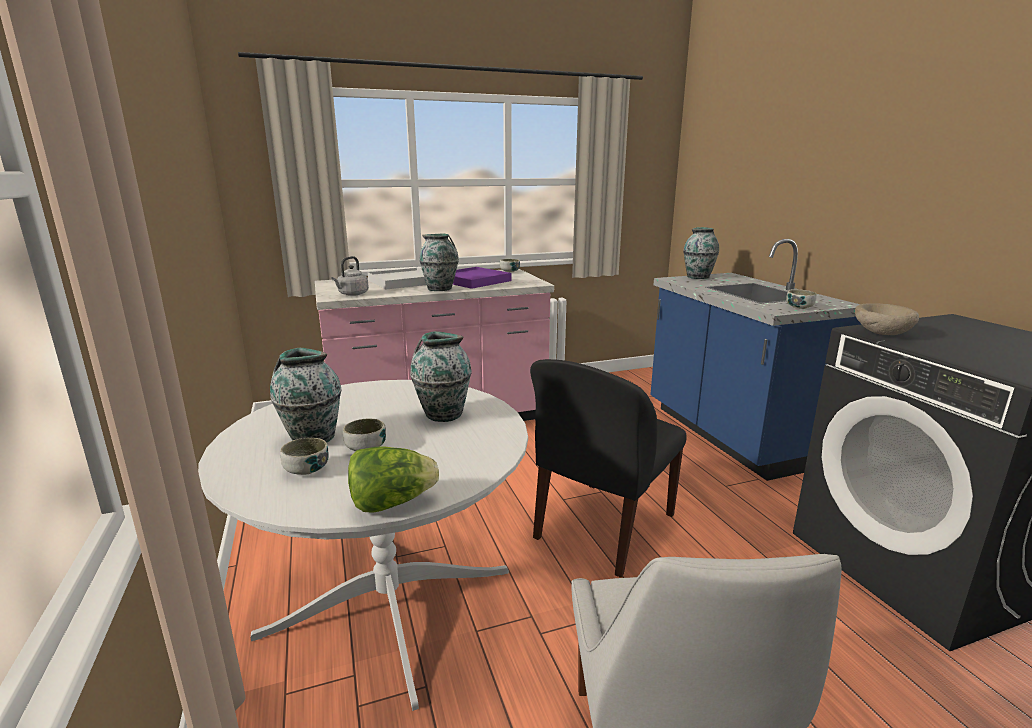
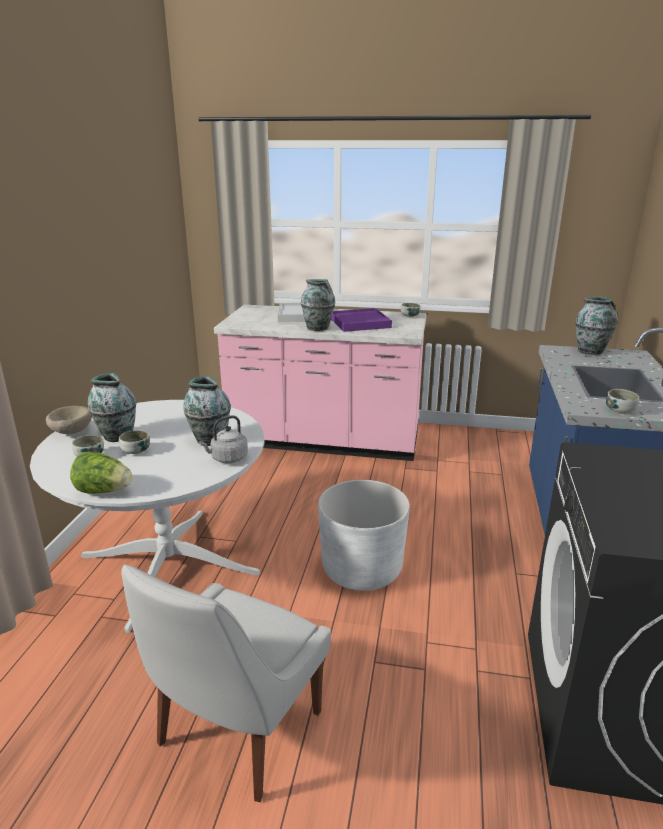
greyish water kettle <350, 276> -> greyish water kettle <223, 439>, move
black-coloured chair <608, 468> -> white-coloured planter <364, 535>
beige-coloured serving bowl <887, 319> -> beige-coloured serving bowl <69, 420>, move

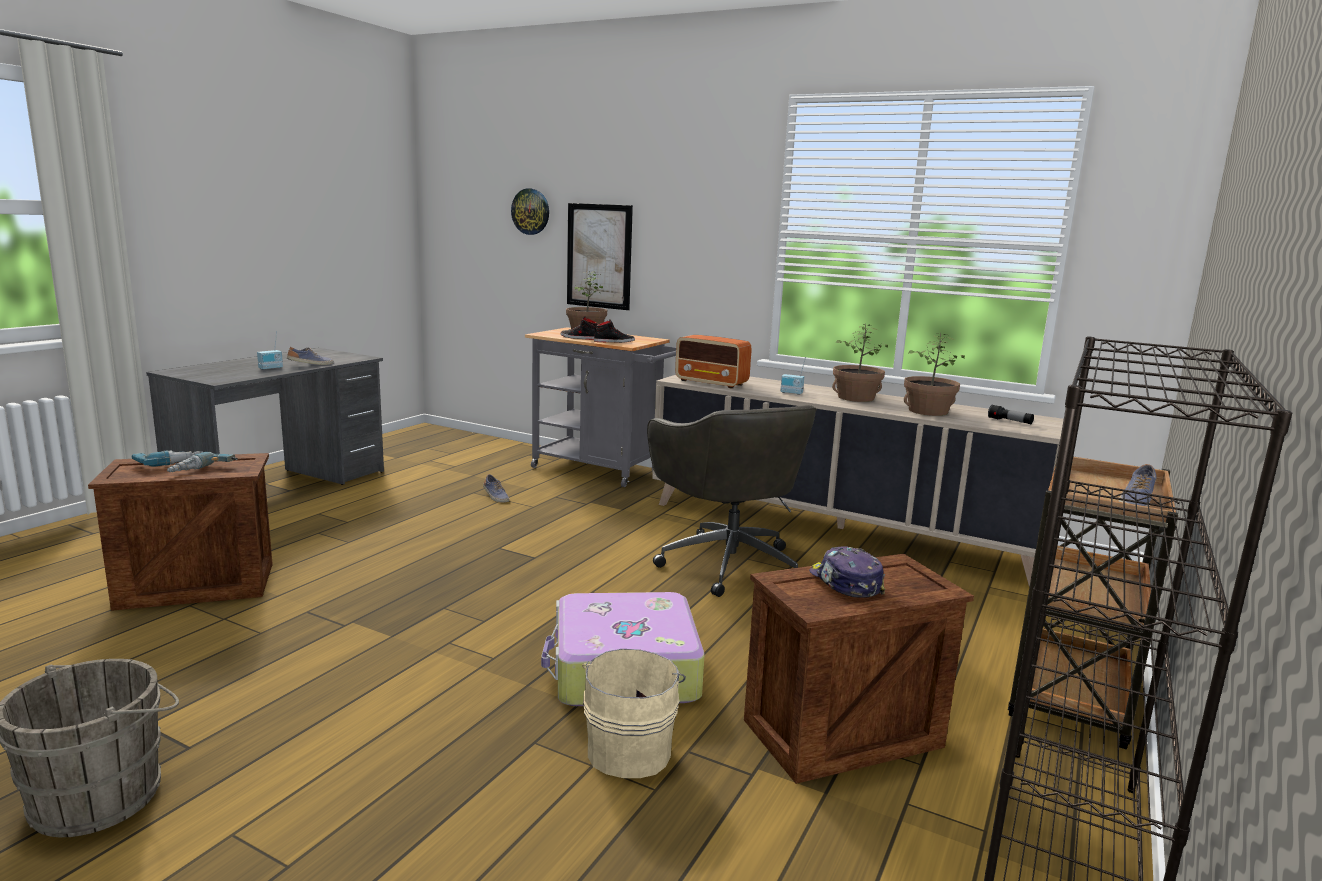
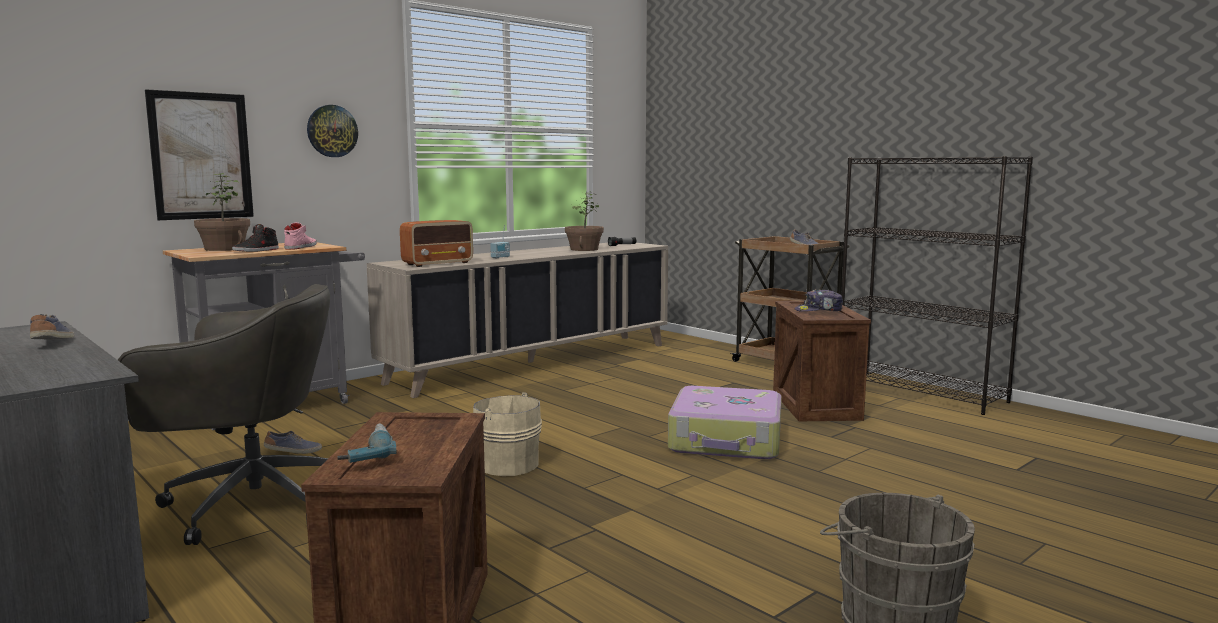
drill <202, 462> -> none
radio receiver <270, 350> -> none
wall clock <530, 211> -> wall clock <332, 131>, move
beige-coloured bucket <634, 713> -> beige-coloured bucket <507, 434>, move
black-coloured shoe <614, 331> -> pink-coloured shoe <300, 236>
greyish office chair <732, 501> -> greyish office chair <224, 414>, move
houseplant <860, 363> -> none

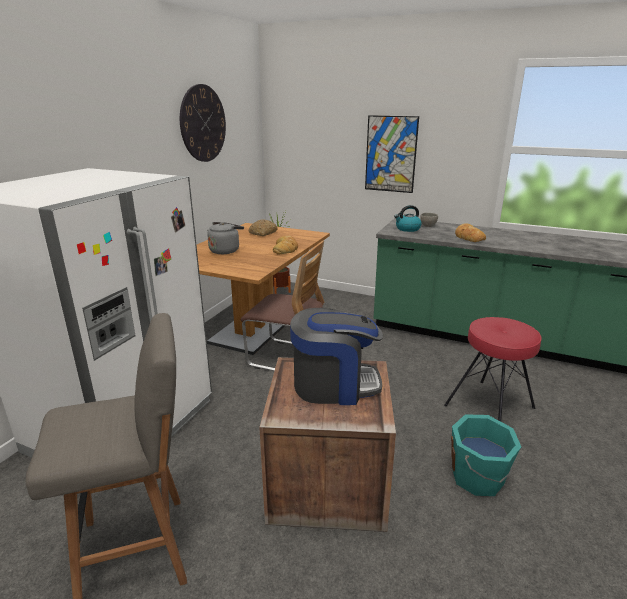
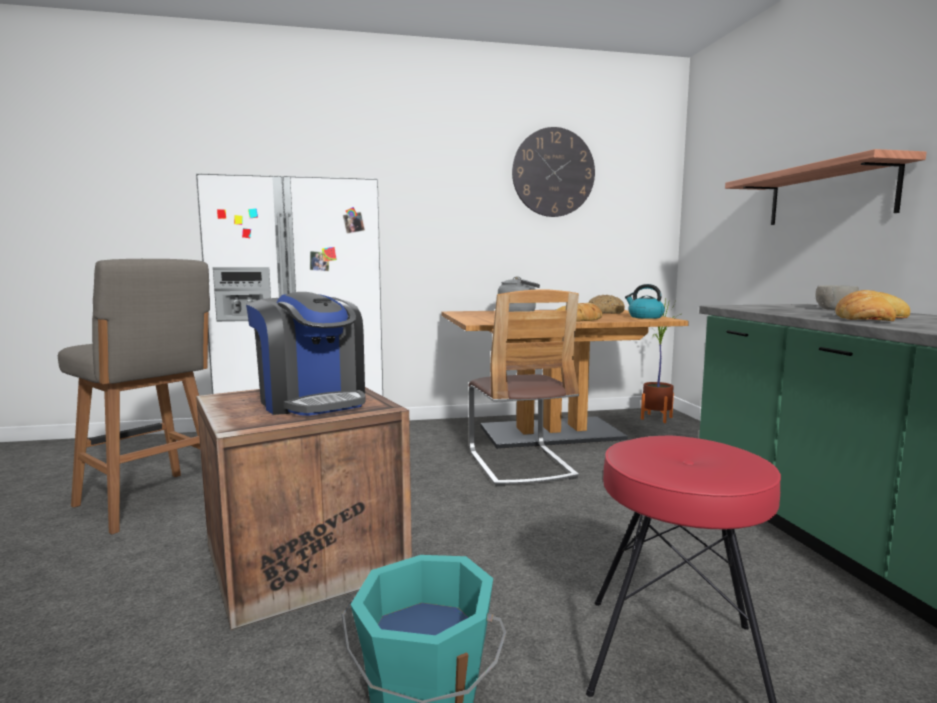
wall art <392, 154> -> shelf <826, 187>
water kettle <408, 218> -> water kettle <645, 301>, move

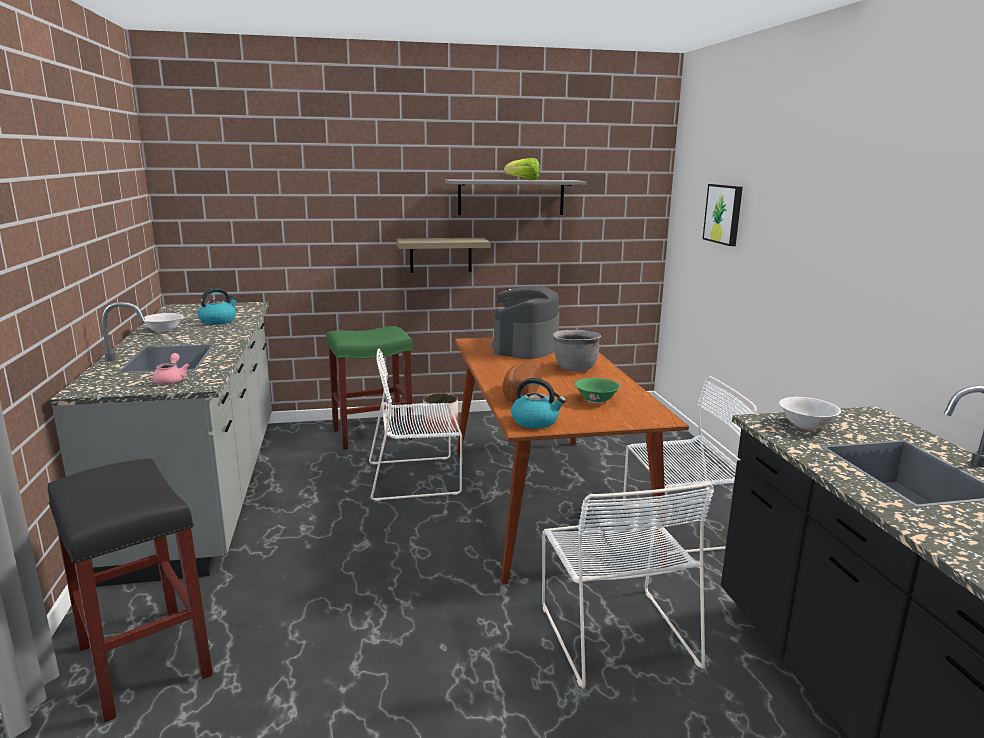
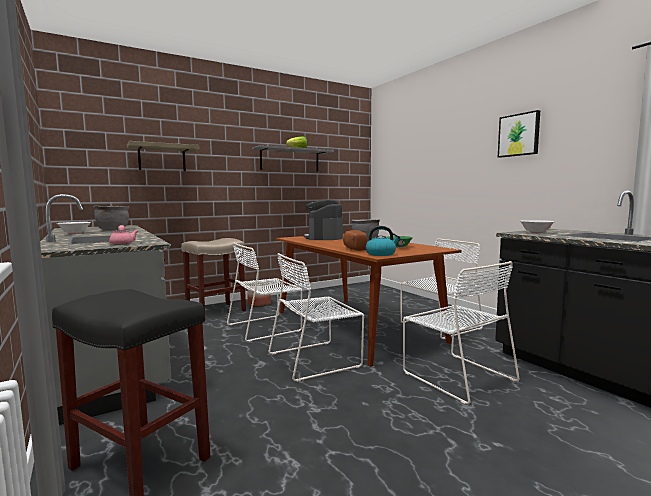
water kettle <218, 306> -> greyish saucepot <111, 218>
green-coloured stool seat <369, 388> -> beige-coloured stool seat <213, 276>
shelf <444, 255> -> shelf <163, 156>, move
wall art <723, 215> -> wall art <519, 134>, move
none -> white-coloured chair <316, 317>

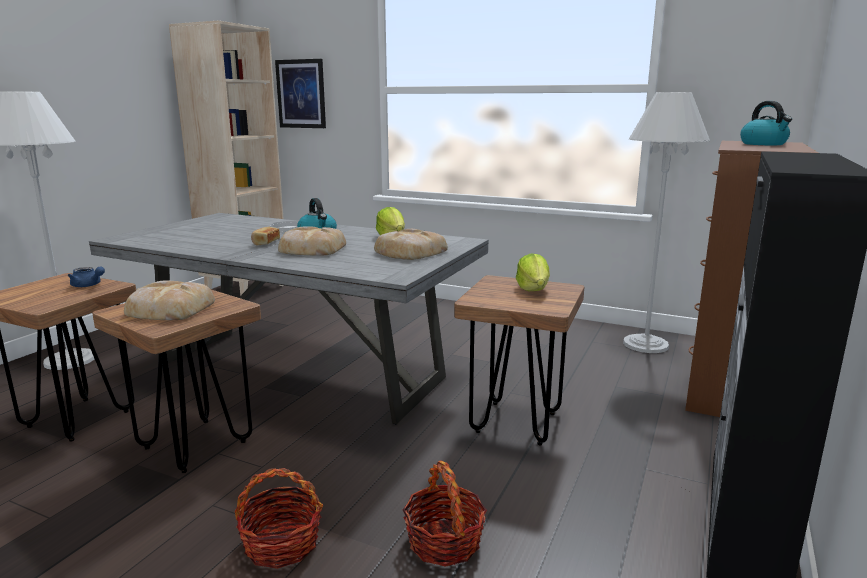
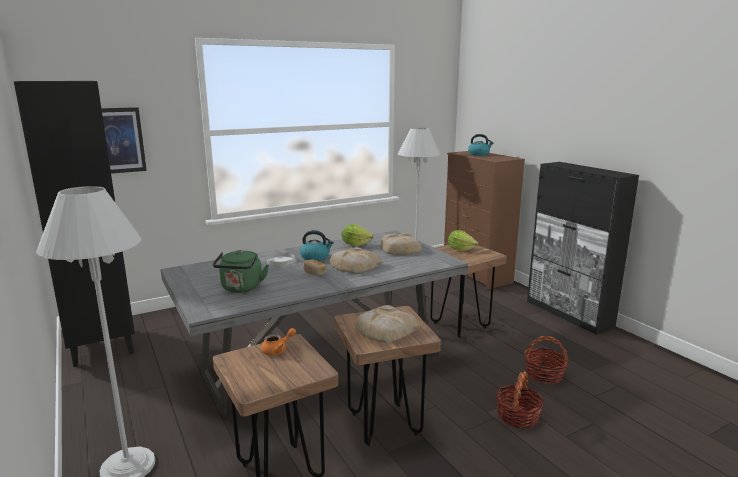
blue teapot <86, 277> -> orange teapot <278, 341>
beige-coloured bookcase <226, 158> -> black-coloured bookcase <74, 224>
none -> green-coloured water kettle <241, 271>

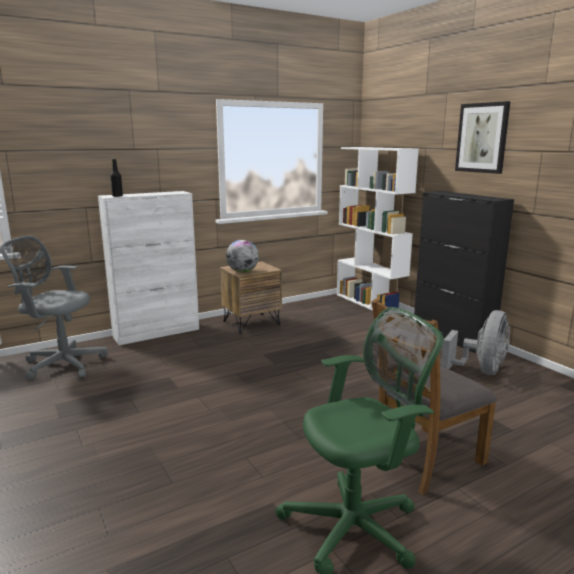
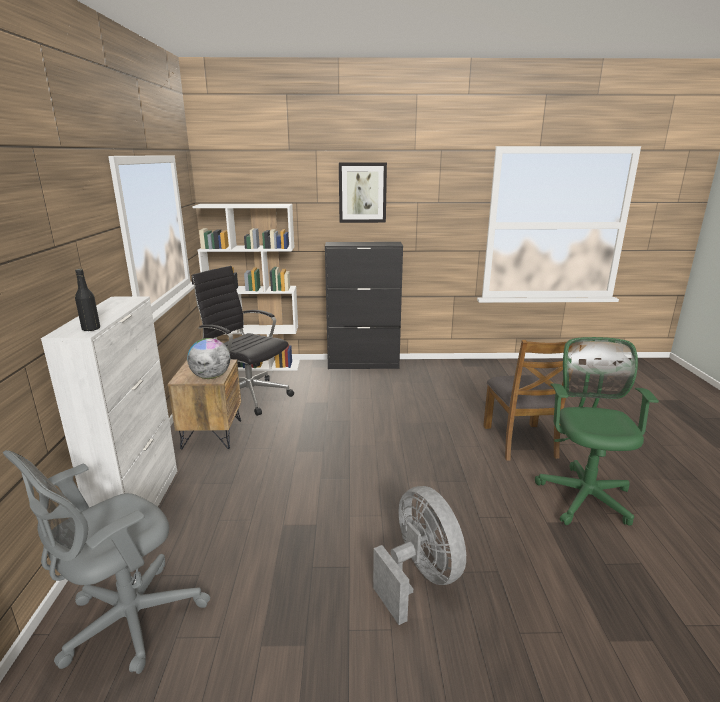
greyish electric fan <475, 342> -> greyish electric fan <419, 555>, move
none -> black-coloured office chair <243, 341>

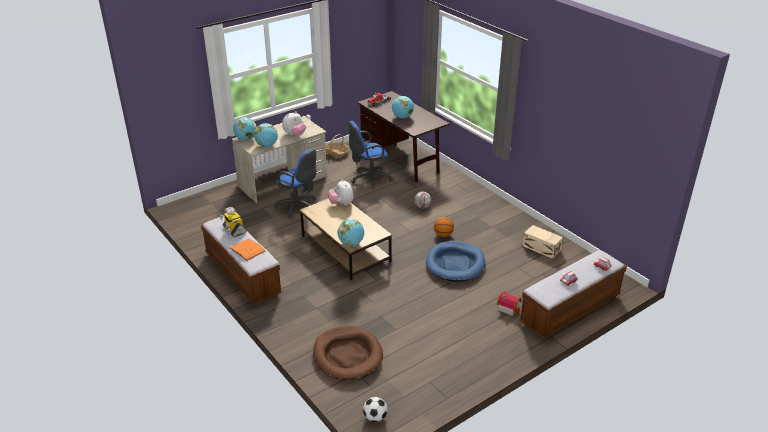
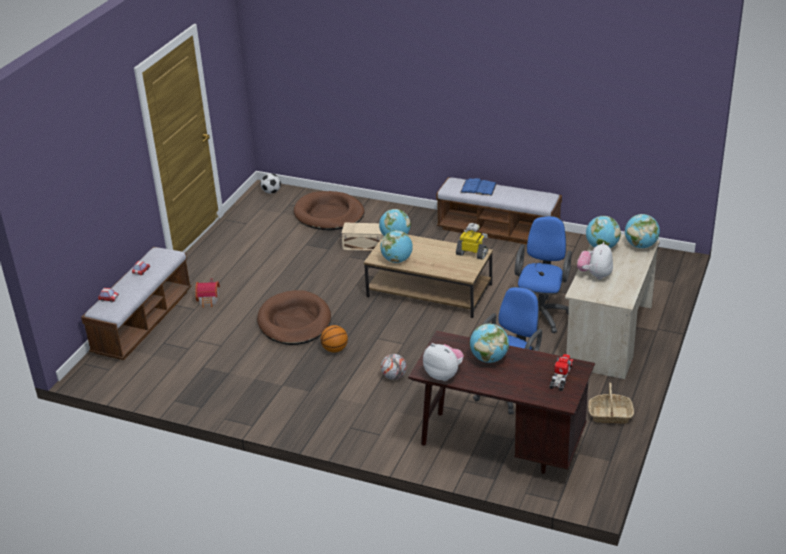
robot figure <232, 222> -> robot figure <472, 241>, move
orange bound book <248, 250> -> blue bound book <478, 187>
blue office chair <295, 183> -> blue office chair <543, 274>, 105 degrees clockwise
soft toy <340, 192> -> soft toy <443, 362>, move
blue dog bed <455, 261> -> brown dog bed <294, 317>
beige-coloured storage bin <543, 242> -> beige-coloured storage bin <362, 237>, move
none -> globe <396, 246>

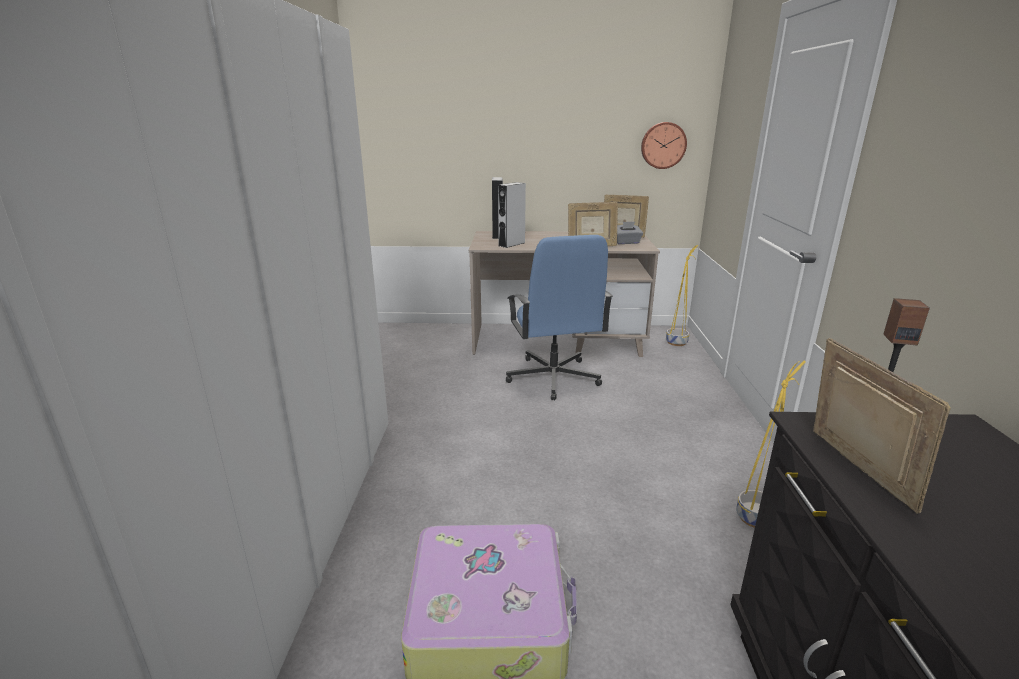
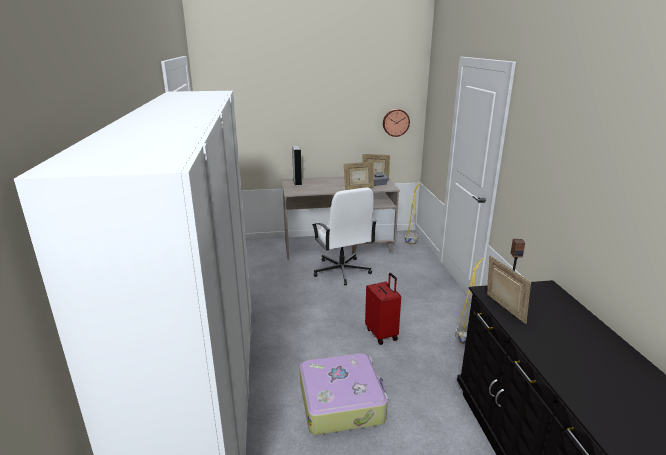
greyish loudspeaker <512, 215> -> none
blue office chair <559, 317> -> white-coloured office chair <344, 236>
none -> red-coloured piece of luggage <383, 309>

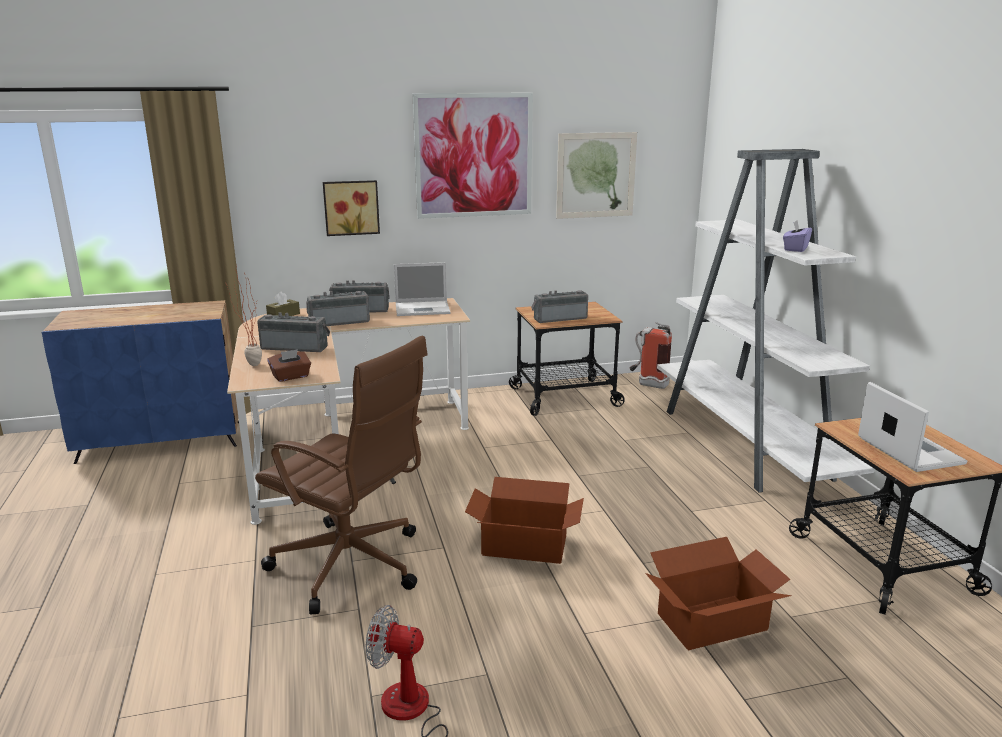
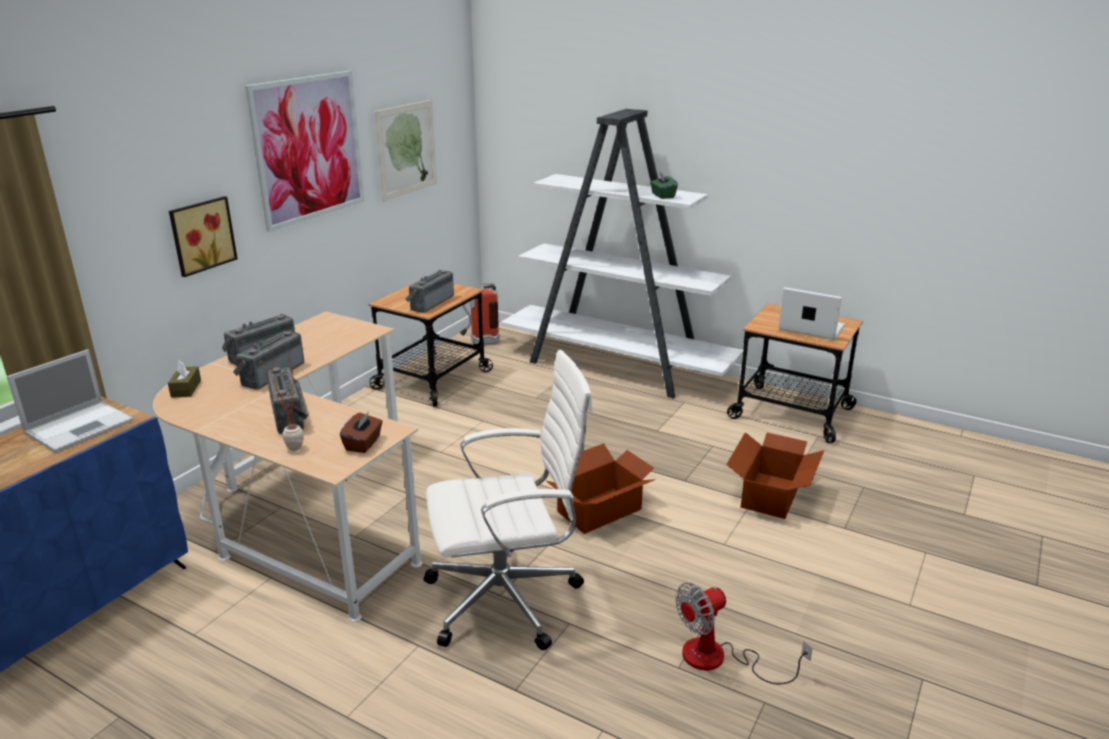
brown office chair <341, 475> -> white-coloured office chair <508, 500>
radio receiver <293, 332> -> radio receiver <287, 400>, 105 degrees clockwise
notebook computer <422, 289> -> notebook computer <70, 401>, move
purplish tissue box <797, 236> -> green-coloured tissue box <664, 185>

